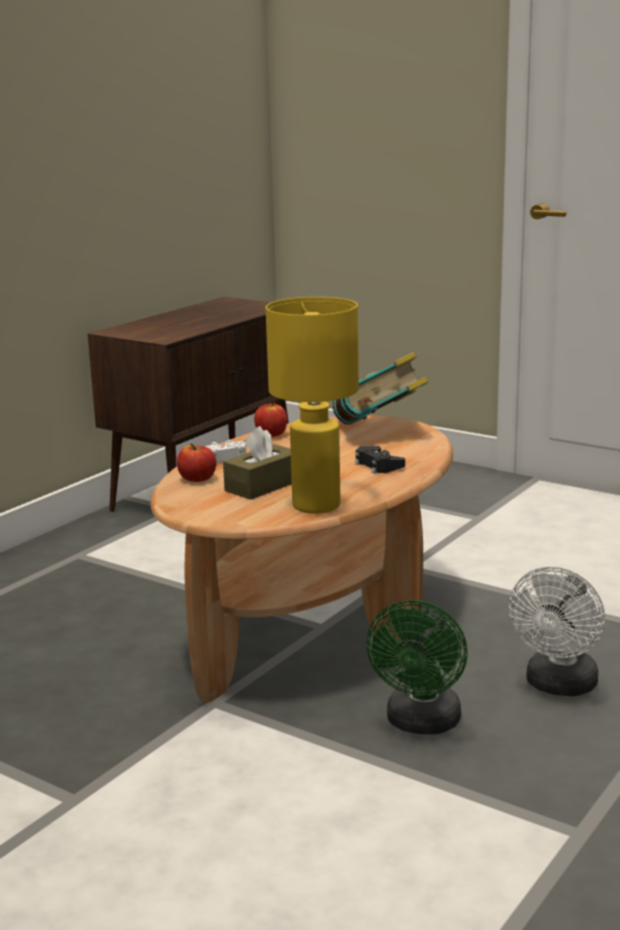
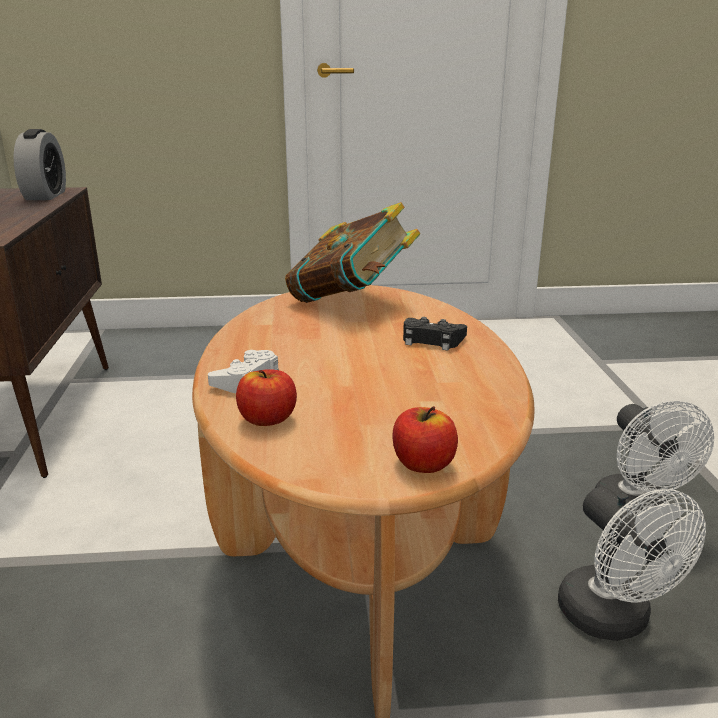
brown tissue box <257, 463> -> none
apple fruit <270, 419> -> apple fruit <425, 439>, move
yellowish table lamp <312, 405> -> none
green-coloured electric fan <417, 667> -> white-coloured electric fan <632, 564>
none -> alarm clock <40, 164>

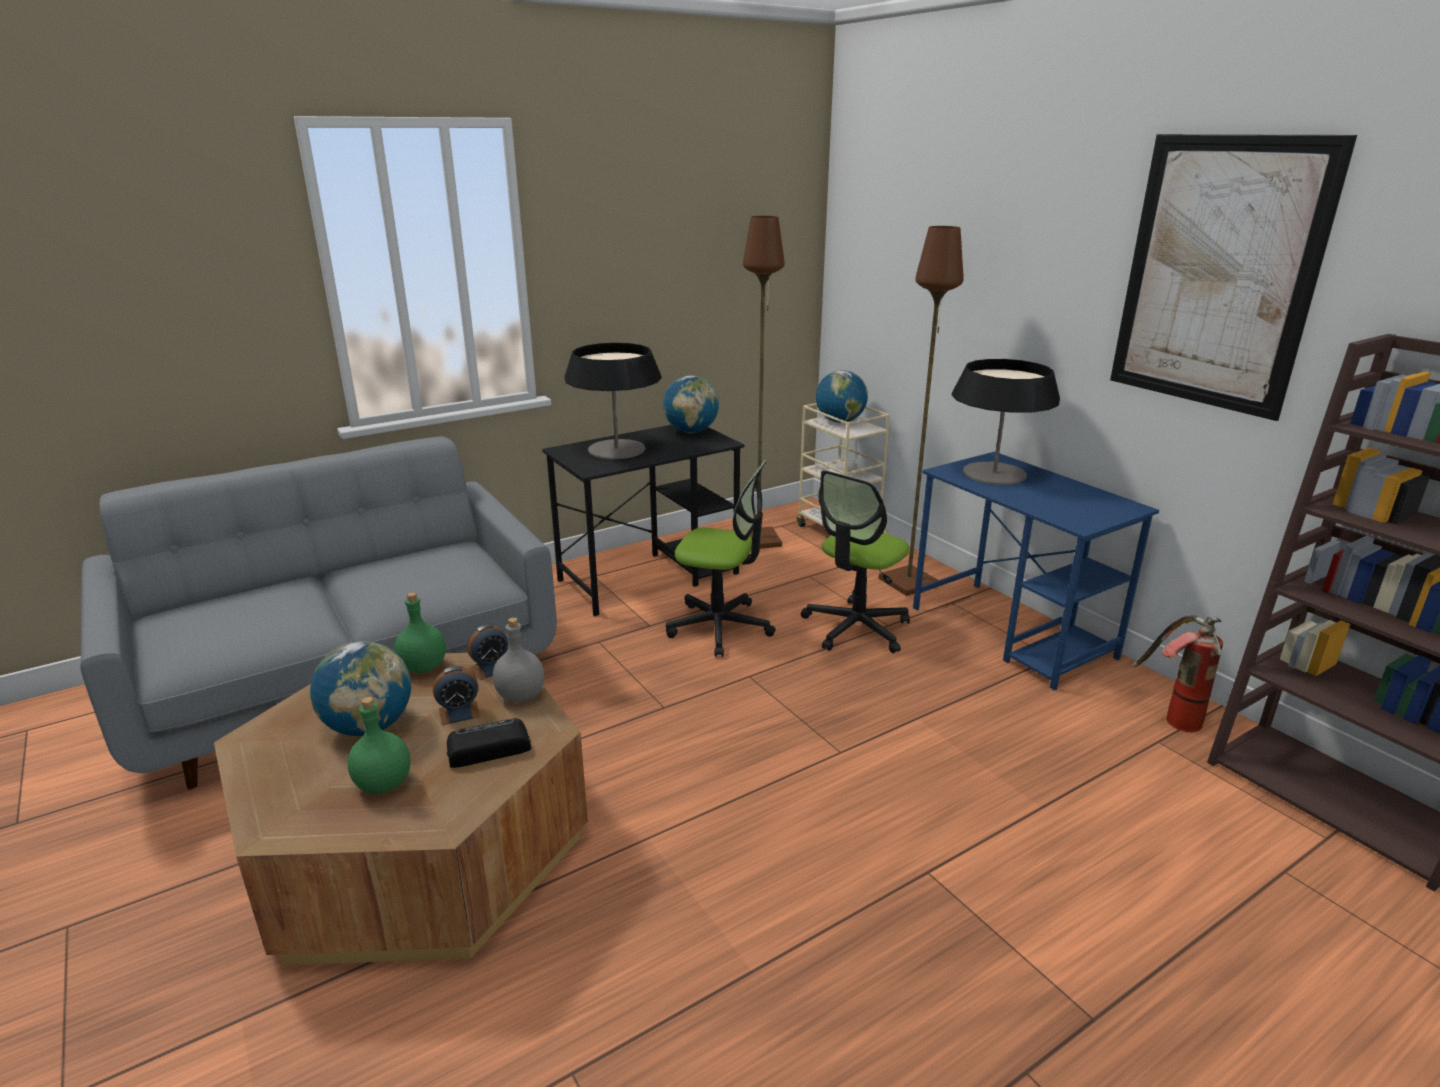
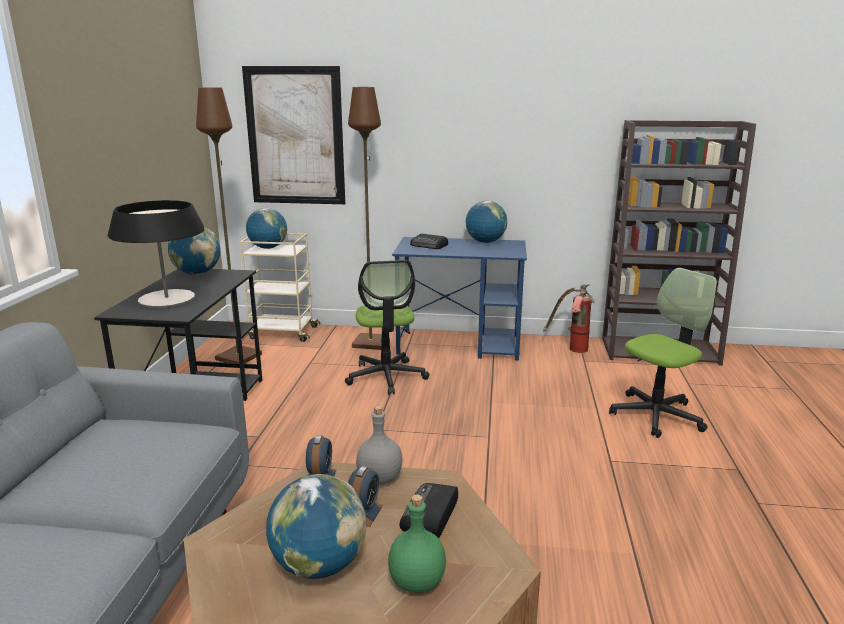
green-coloured beverage bottle <420, 632> -> none
office chair <721, 558> -> office chair <663, 353>, move
table lamp <1006, 422> -> radio receiver <429, 241>
wall art <1233, 277> -> wall art <293, 135>, move
none -> globe <486, 222>

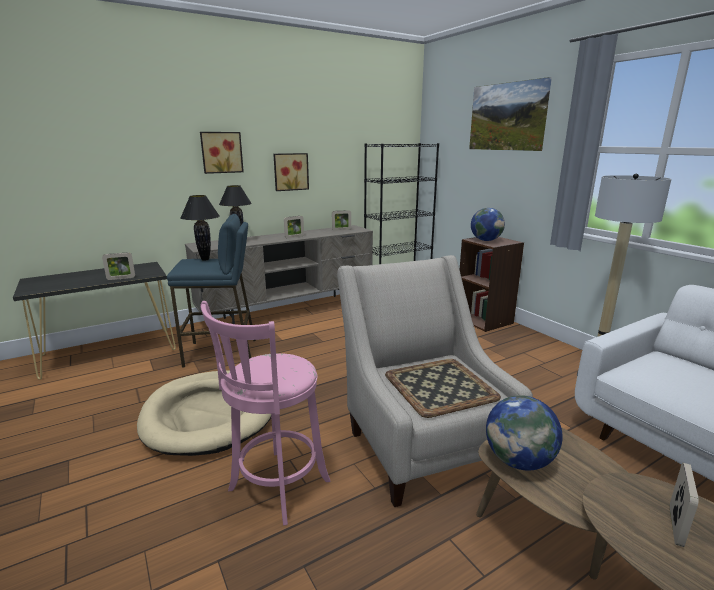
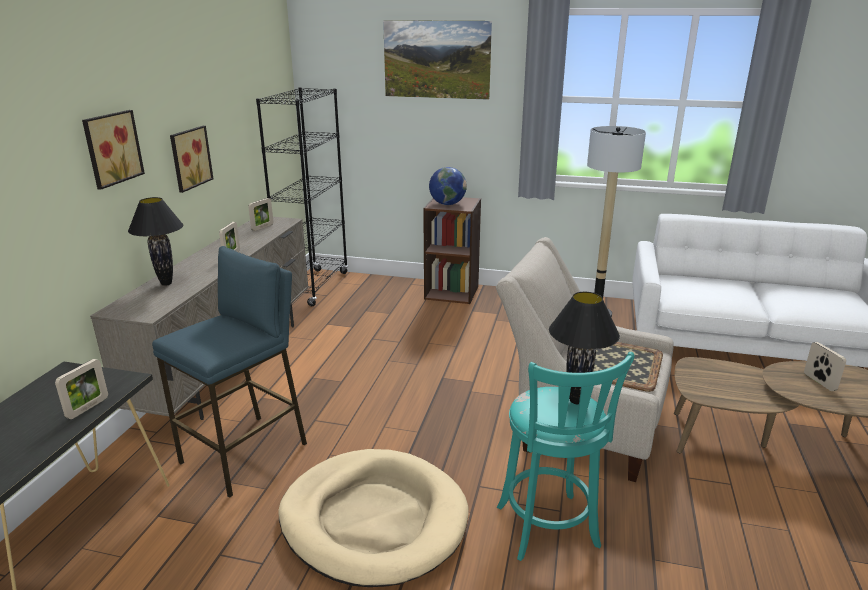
black-coloured table lamp <200, 228> -> black-coloured table lamp <584, 348>, move
pink-coloured stool seat <265, 413> -> turquoise stool seat <565, 456>
globe <524, 432> -> none

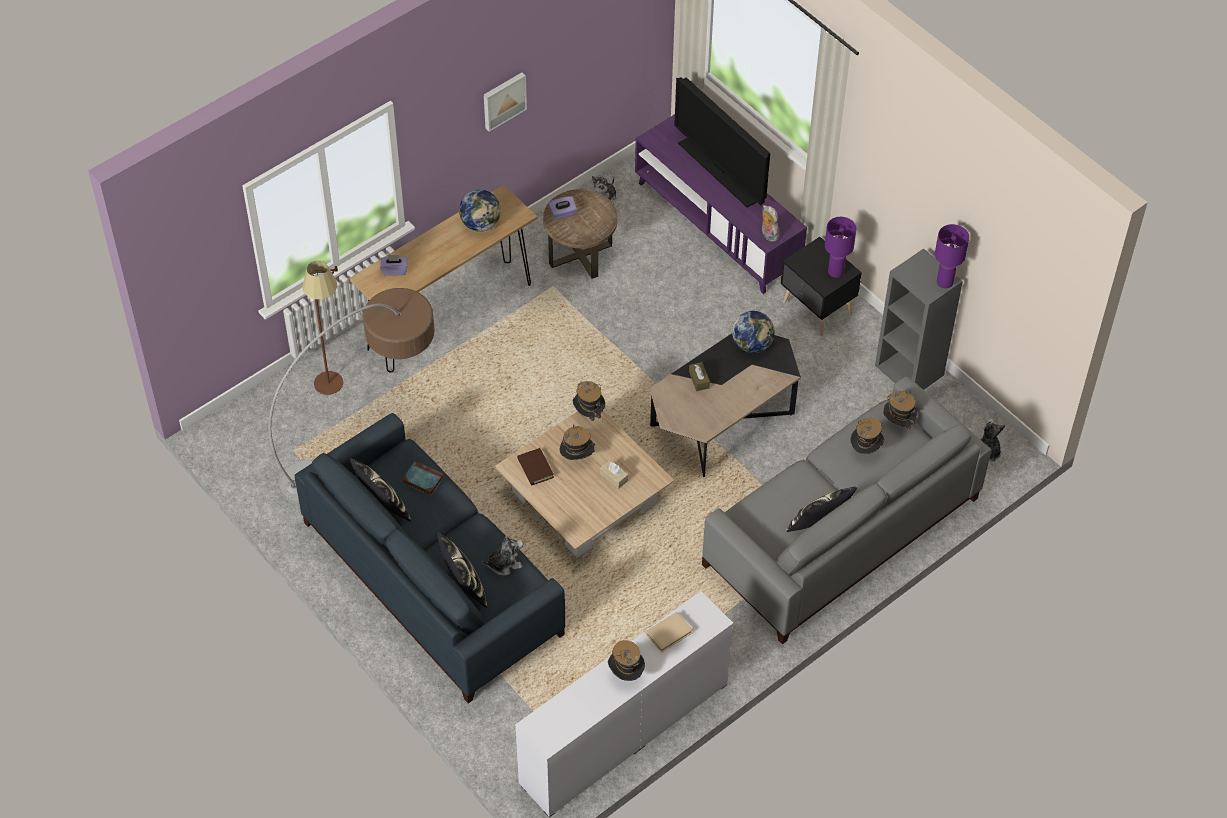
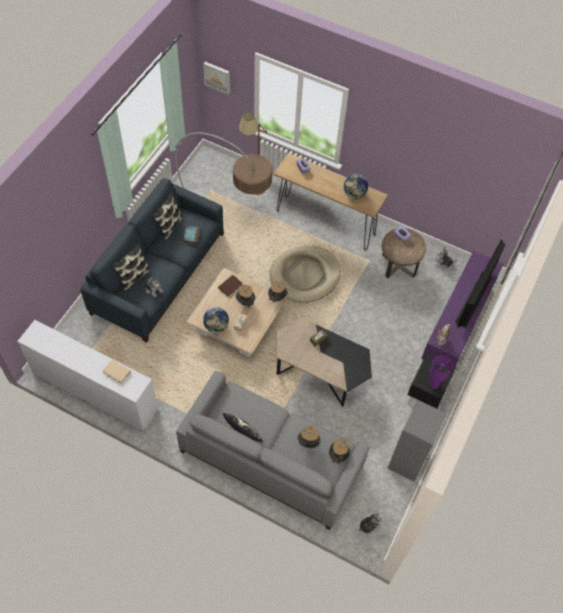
wall art <505, 102> -> wall art <216, 78>, move
clothing hat <626, 660> -> none
globe <753, 332> -> globe <216, 320>, move
purplish table lamp <952, 256> -> none
none -> beige-coloured dog bed <305, 274>

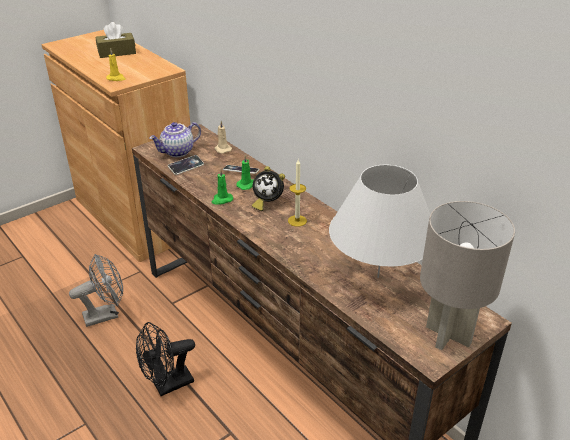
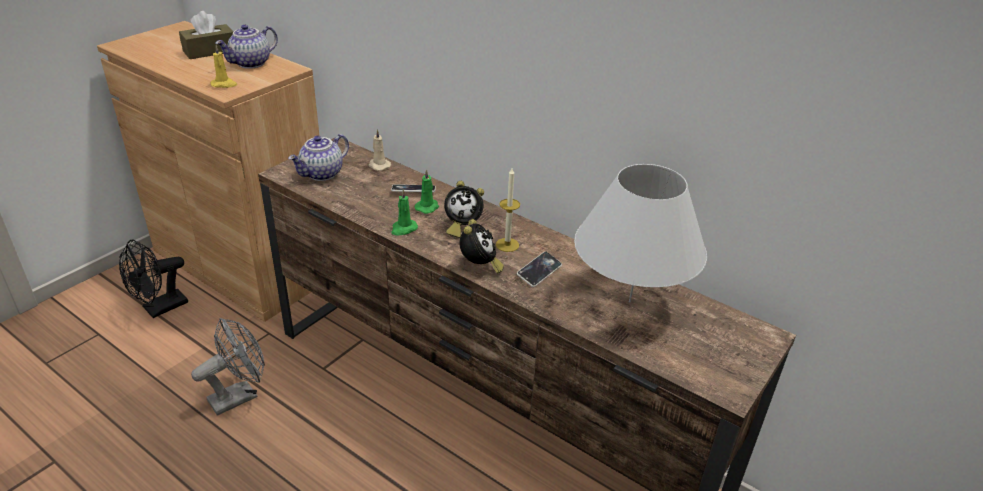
black-coloured electric fan <165, 359> -> black-coloured electric fan <153, 278>, move
phone <186, 165> -> phone <539, 269>, move
greyish table lamp <467, 275> -> none
none -> teapot <246, 46>
none -> alarm clock <482, 246>

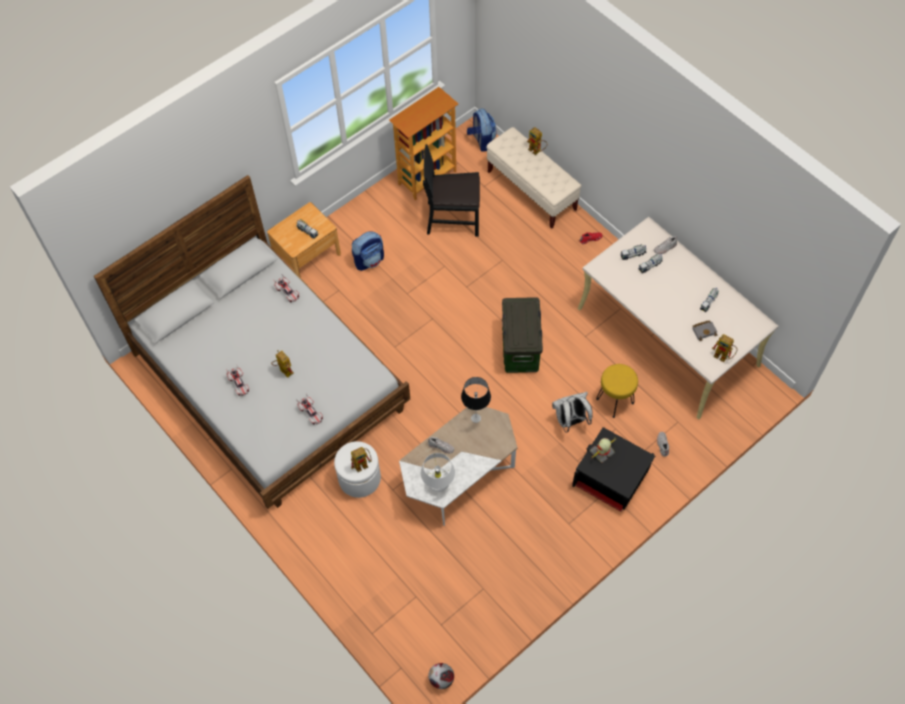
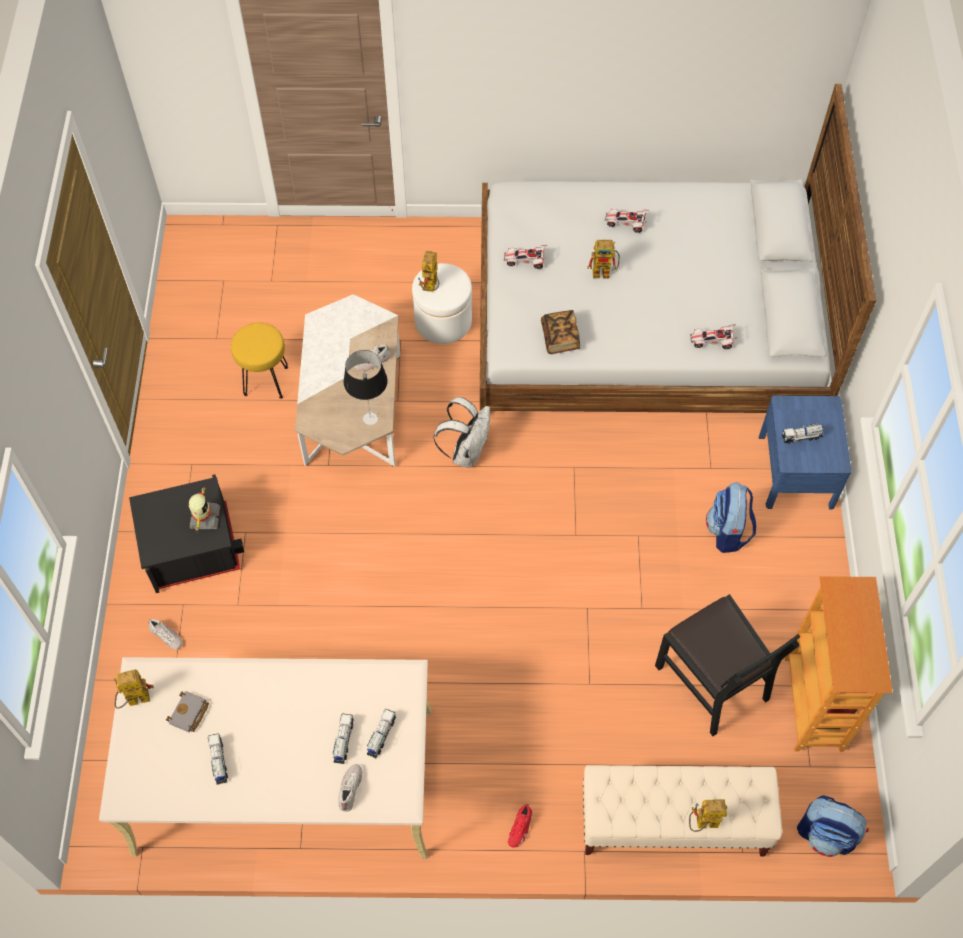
brown nightstand <304, 240> -> blue nightstand <805, 452>
white-coloured table lamp <438, 472> -> none
black-coloured chair <451, 190> -> black-coloured chair <727, 665>, 105 degrees clockwise
football <441, 676> -> none
storage bin <522, 335> -> none
white-coloured knapsack <572, 412> -> white-coloured knapsack <462, 432>, move
yellowish stool seat <617, 391> -> yellowish stool seat <259, 361>, move
none -> bound book <560, 332>

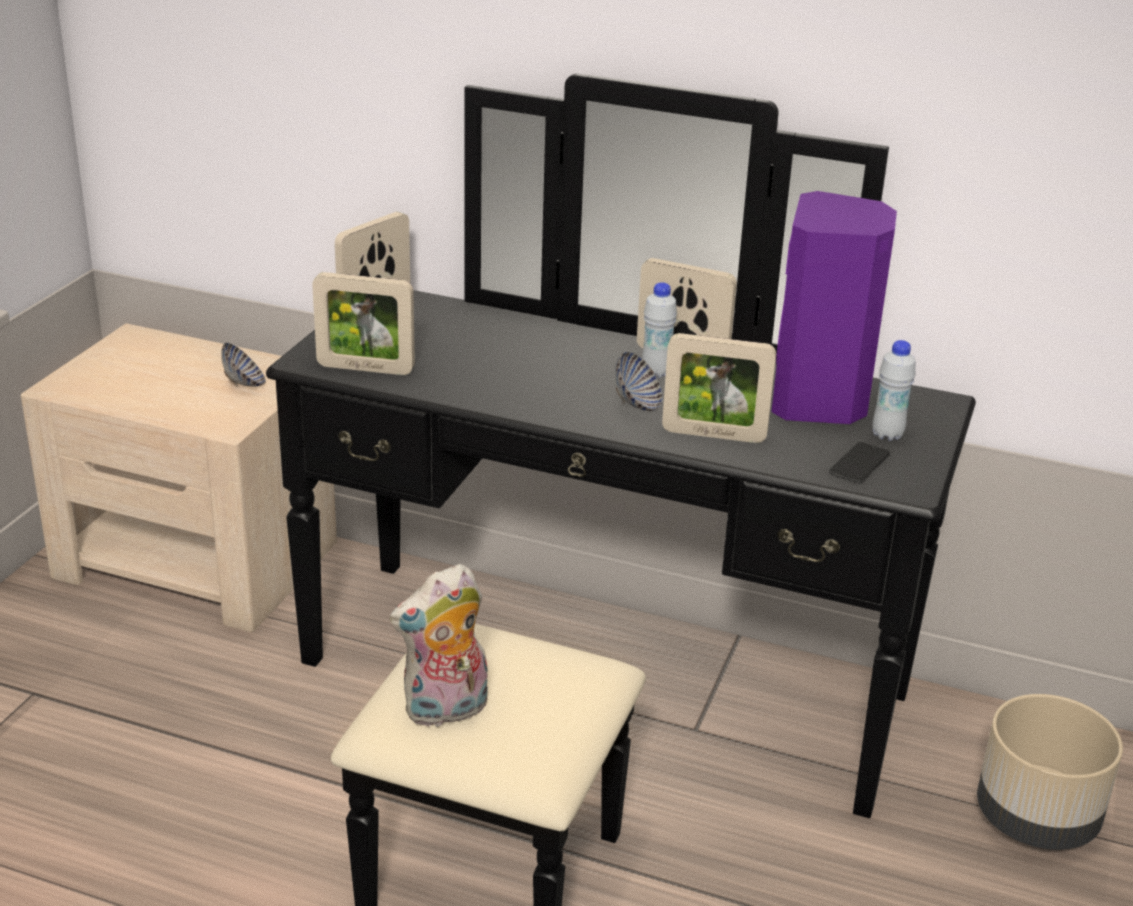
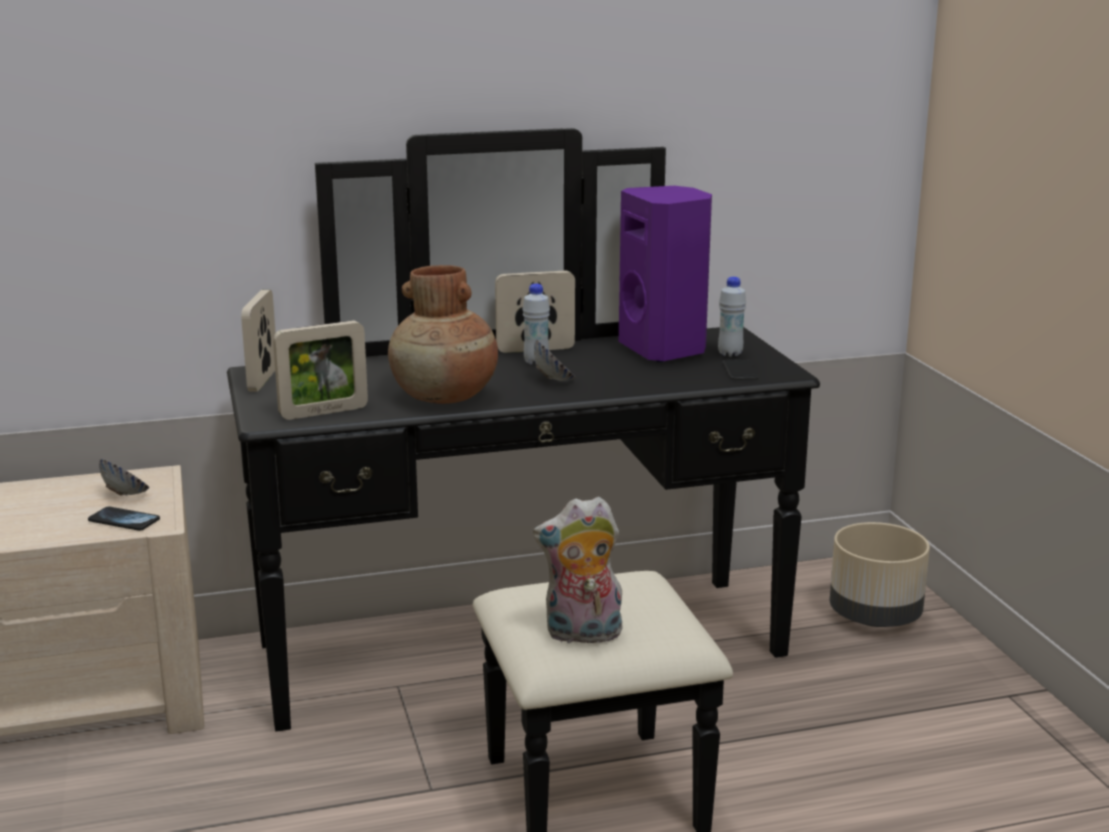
soft toy <438, 646> -> soft toy <577, 571>, 60 degrees clockwise
picture frame <719, 388> -> none
none -> phone <124, 519>
none -> brown flower vase <443, 334>

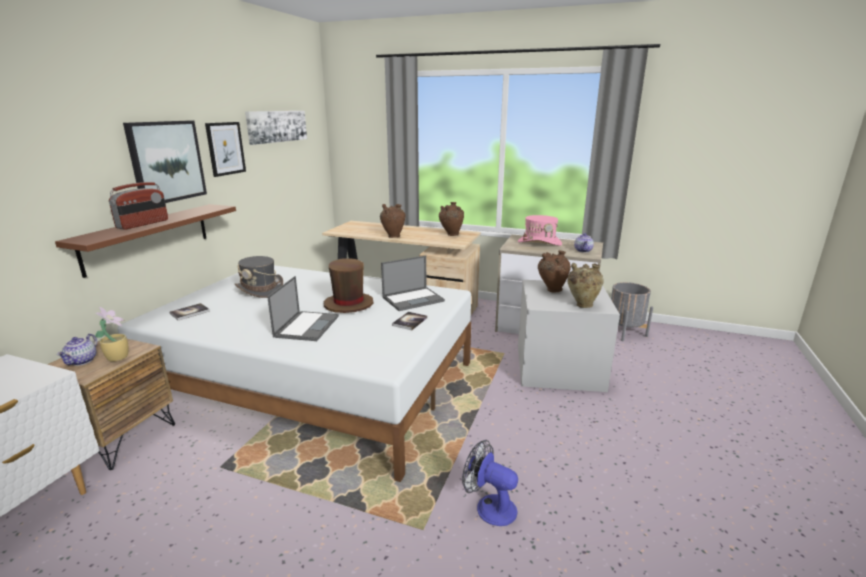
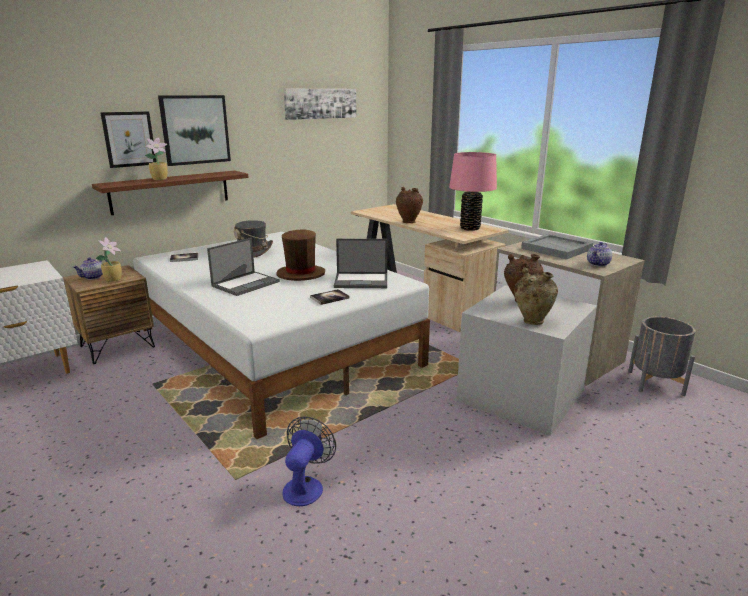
radio receiver <138, 206> -> houseplant <156, 158>
wall art <225, 149> -> wall art <128, 139>, move
brown flower vase <451, 219> -> pink-coloured table lamp <473, 191>
electric fan <490, 483> -> electric fan <309, 461>, 45 degrees clockwise
pink-coloured clothing hat <540, 230> -> greyish carrying tray <557, 246>

